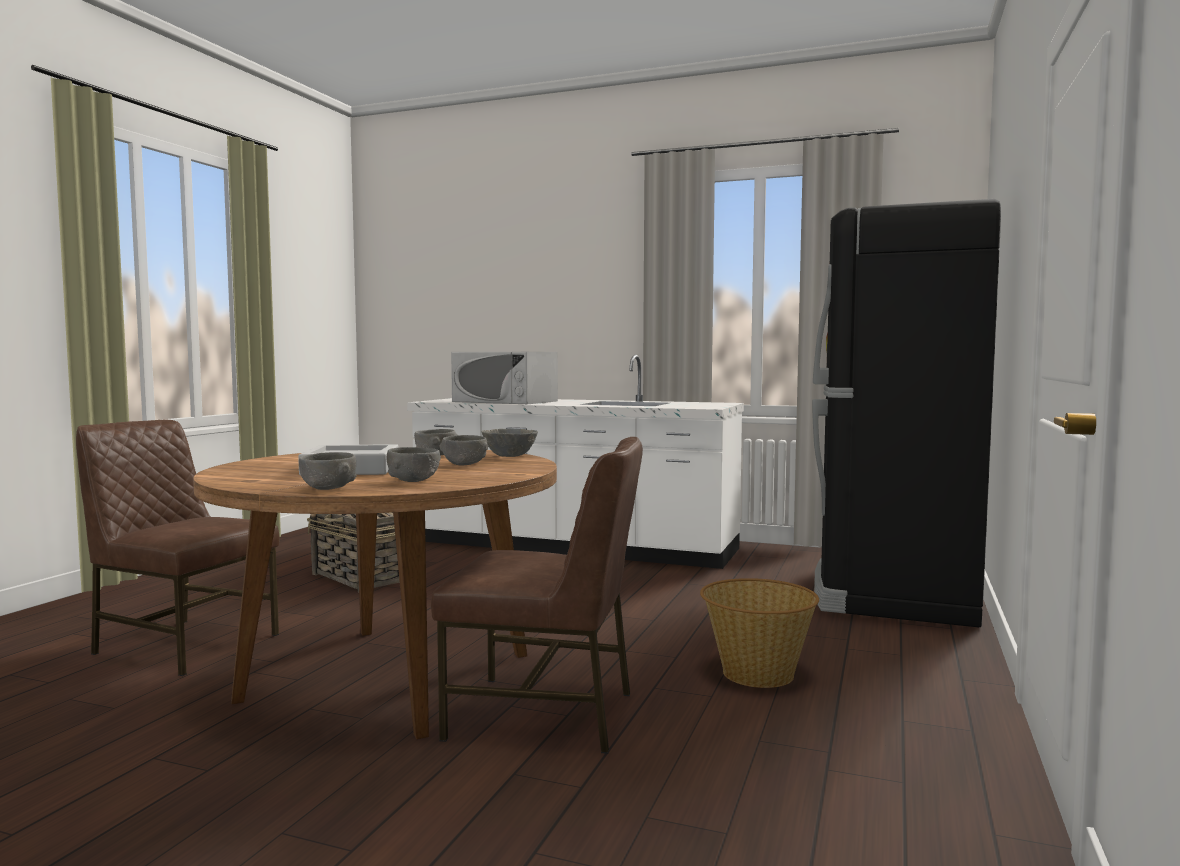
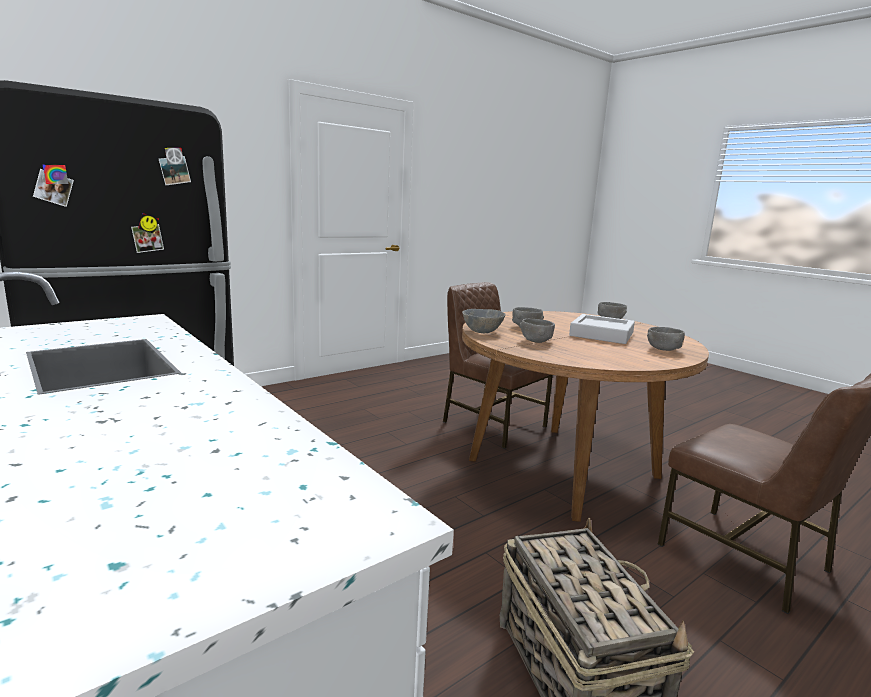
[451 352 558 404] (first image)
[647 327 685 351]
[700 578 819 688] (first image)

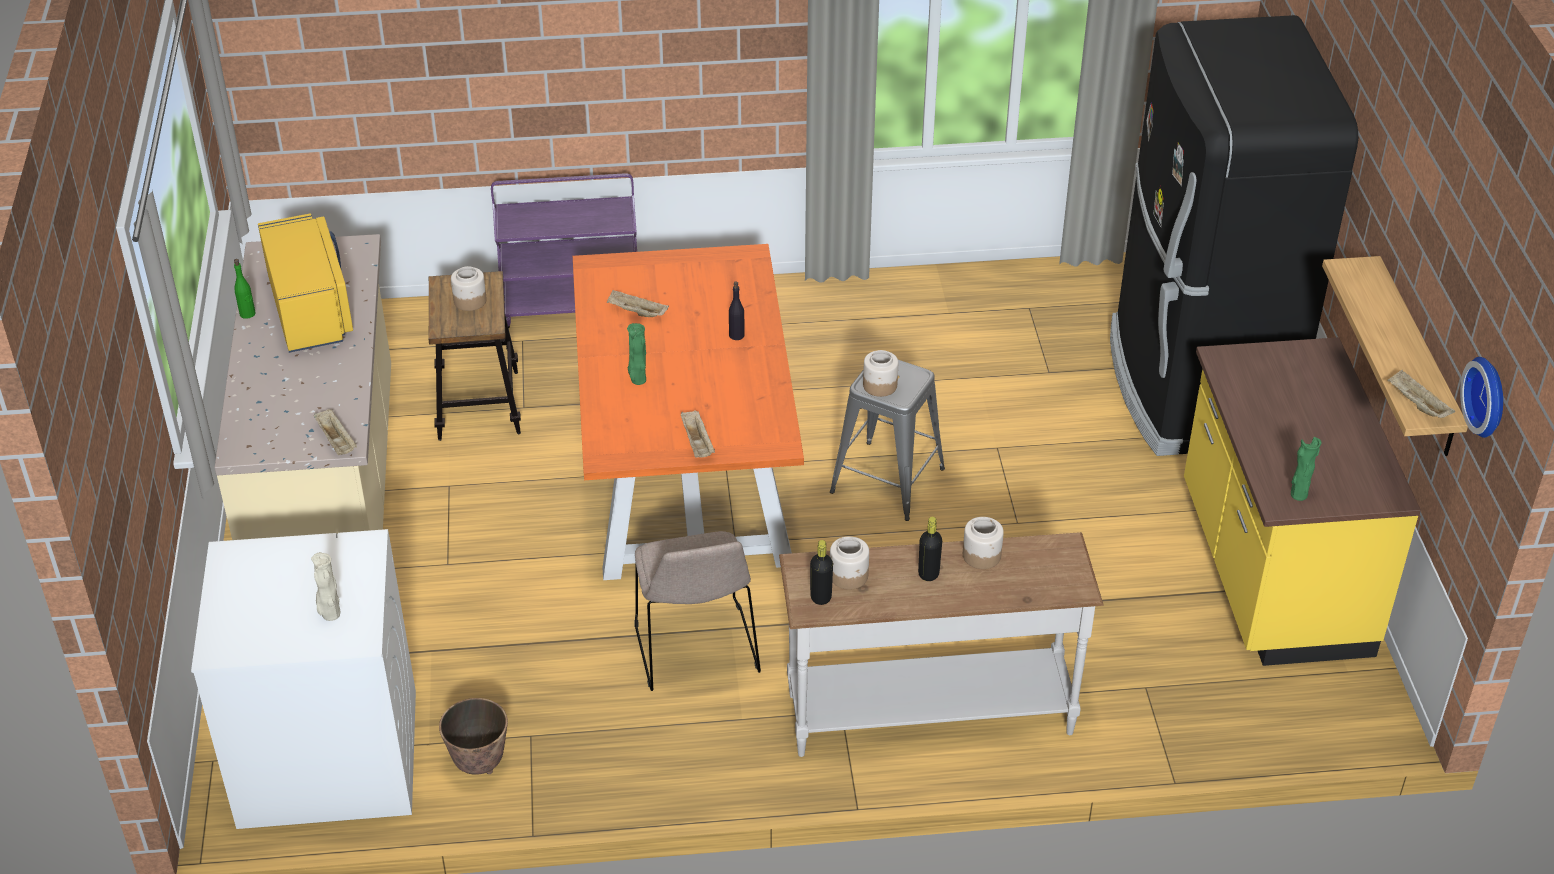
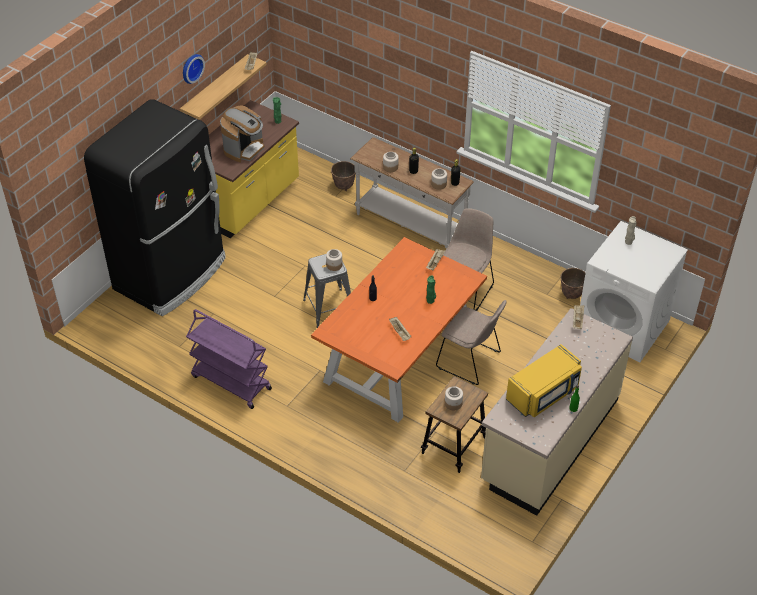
[186 309 272 409]
[506 344 582 417]
[183 54 205 84]
[220 105 265 163]
[331 161 356 191]
[436 300 507 385]

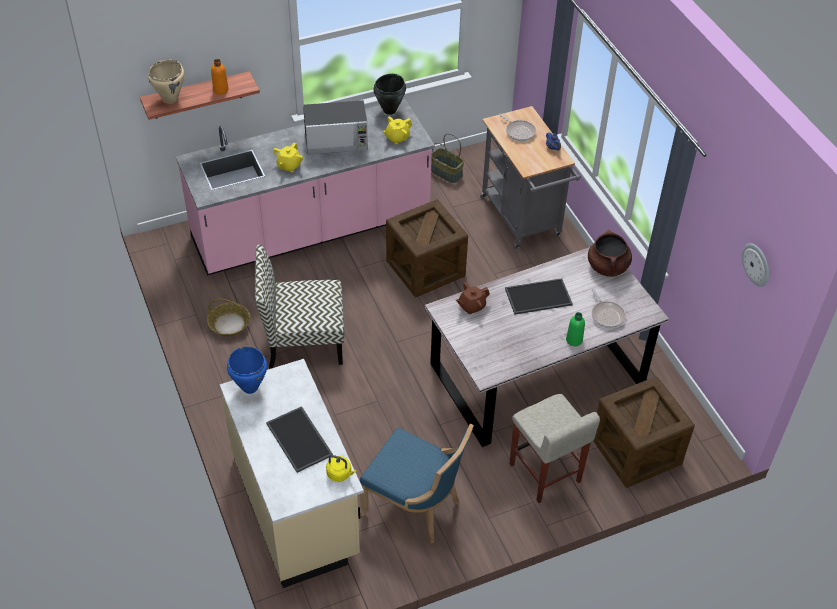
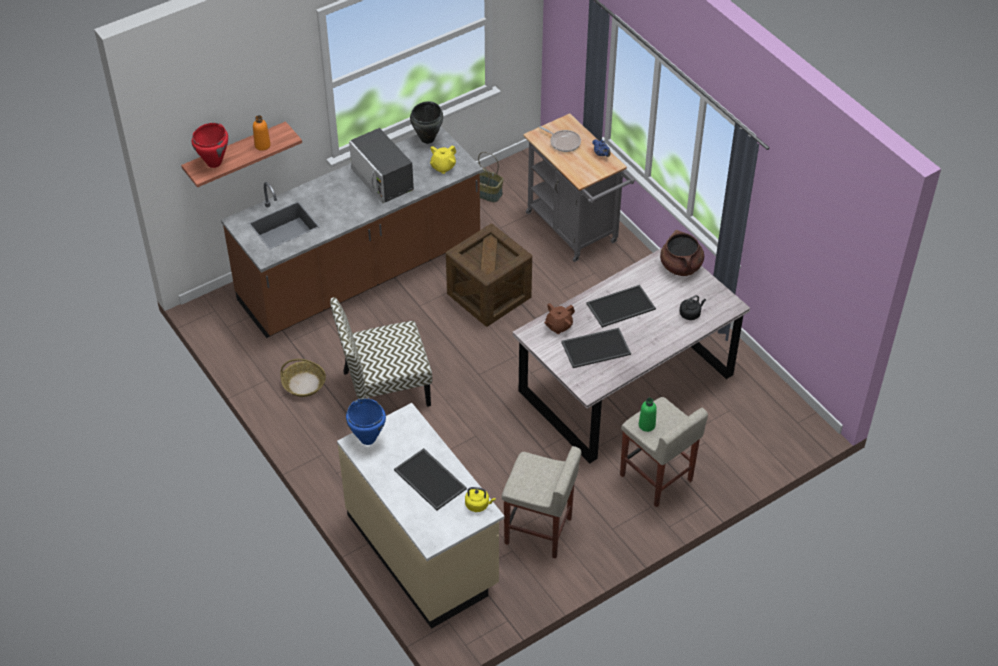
[192 123 228 168]
[221 126 483 338]
[349 128 414 203]
[273 143 303 172] (first image)
[742 243 769 287] (first image)
[679 295 706 320]
[639 398 657 432]
[593 377 695 488] (first image)
[502 446 581 558]
[561 328 631 368]

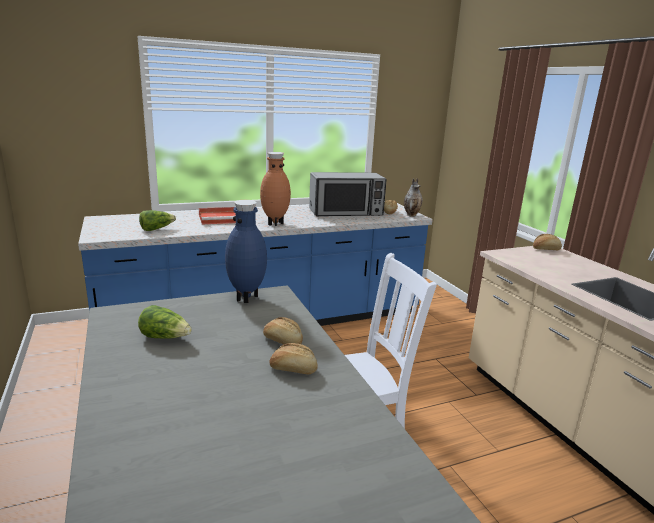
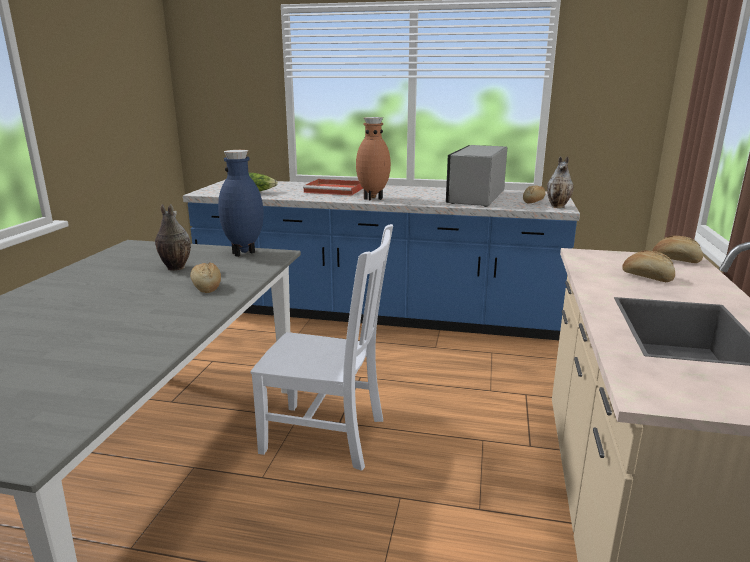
[446 145 507 207]
[138 305 192 339] (first image)
[622 250 675 282]
[155 204 191 271]

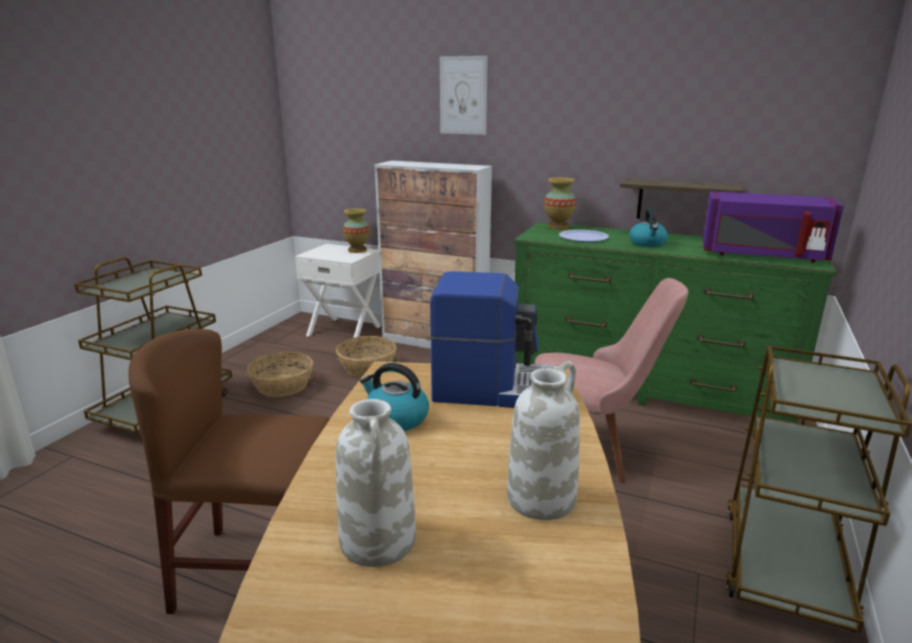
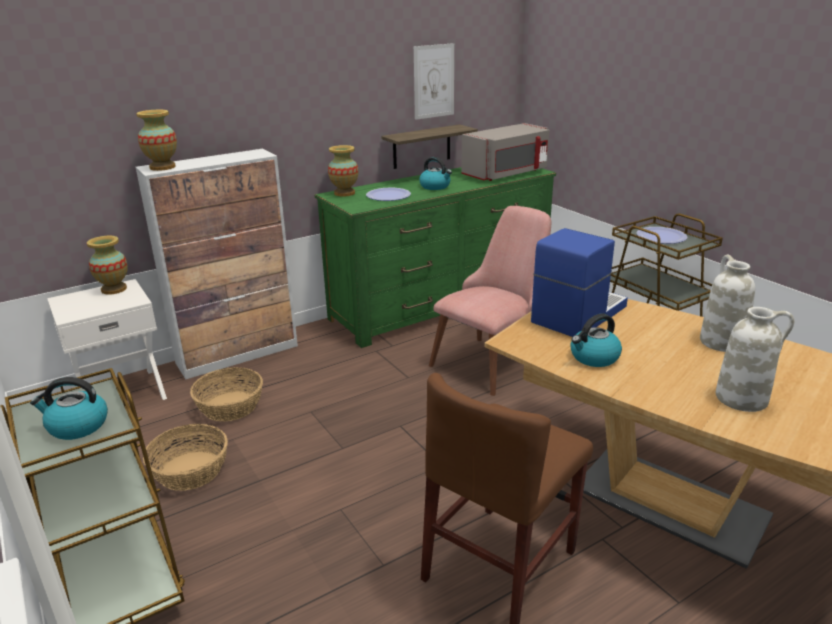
[414 43 454 120]
[461 123 549 181]
[136 110 177 171]
[636 227 687 244]
[30 377 108 440]

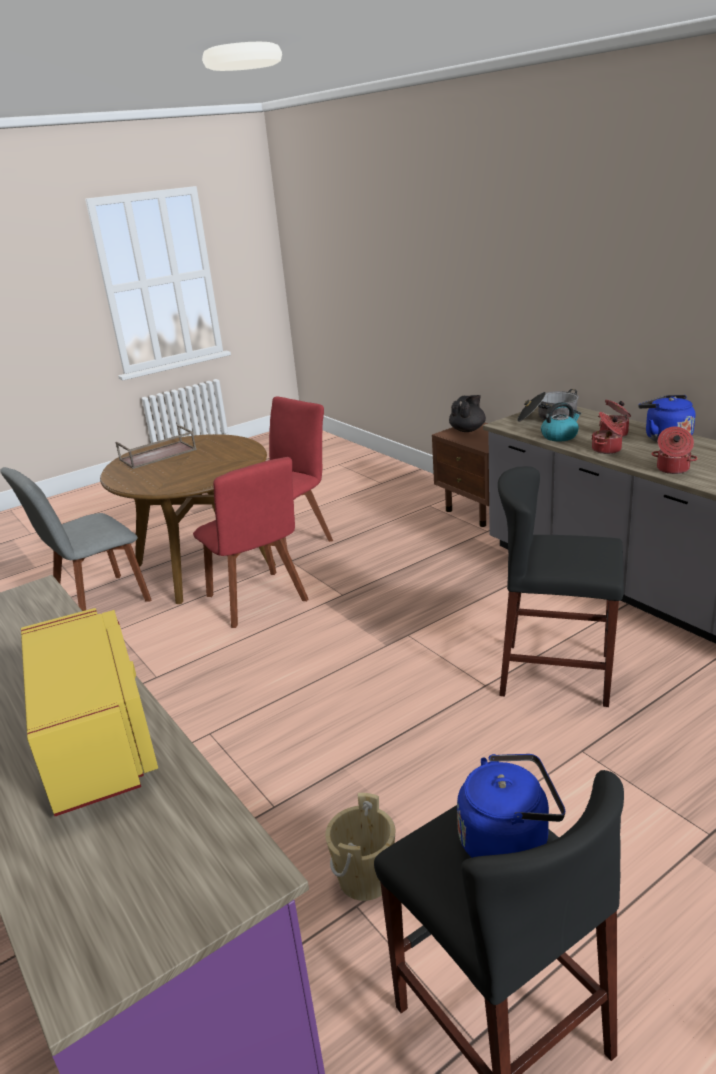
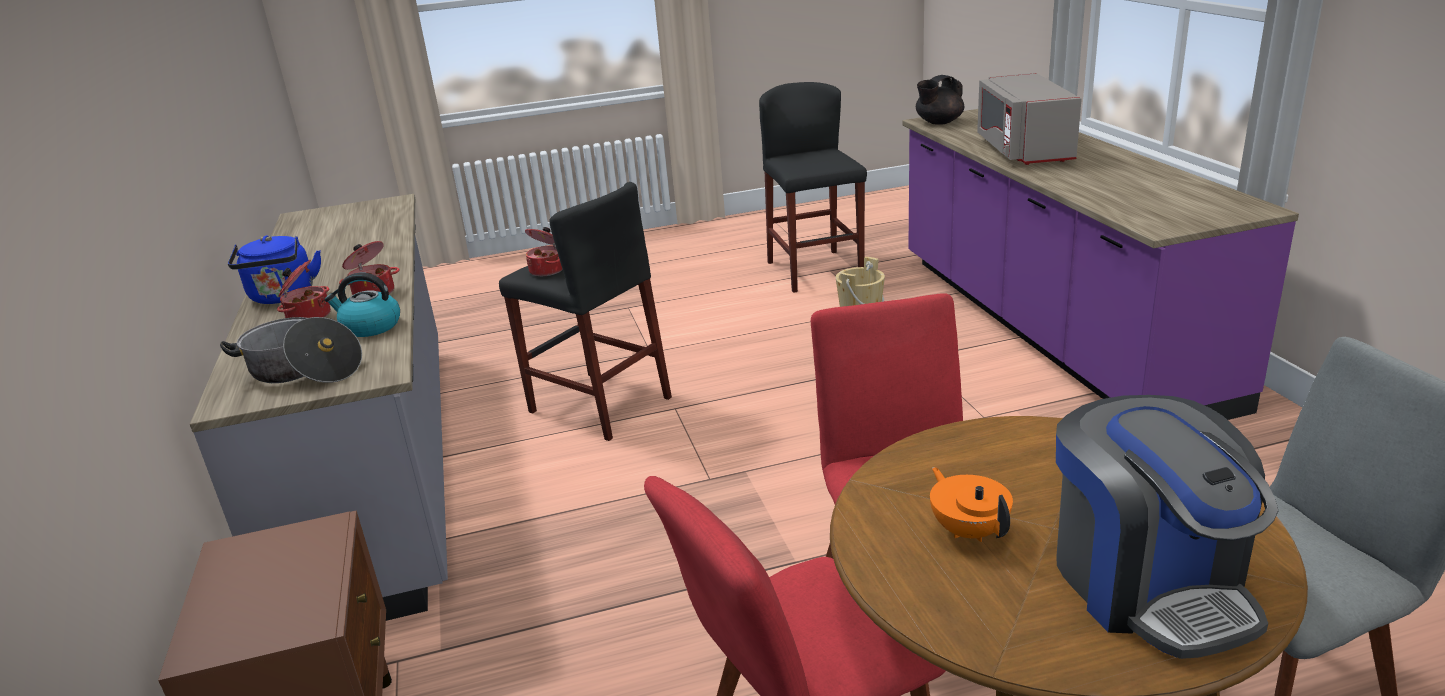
[916 75 964 125]
[1056 395 1278 659]
[525 227 563 276]
[977 73 1082 165]
[457 754 565 858] (first image)
[930 467 1013 542]

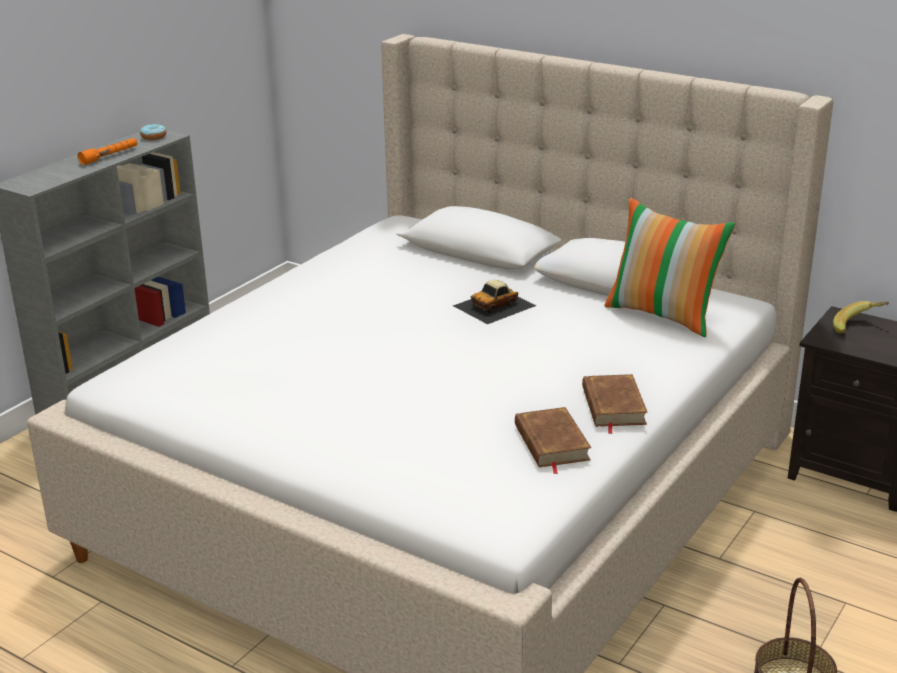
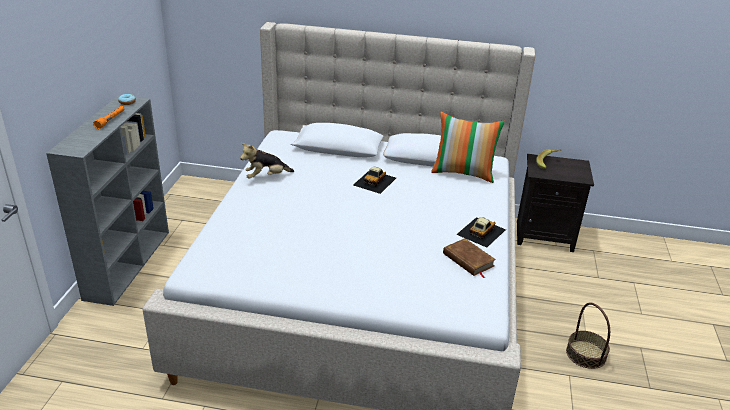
[456 217 506 248]
[240 143 294 179]

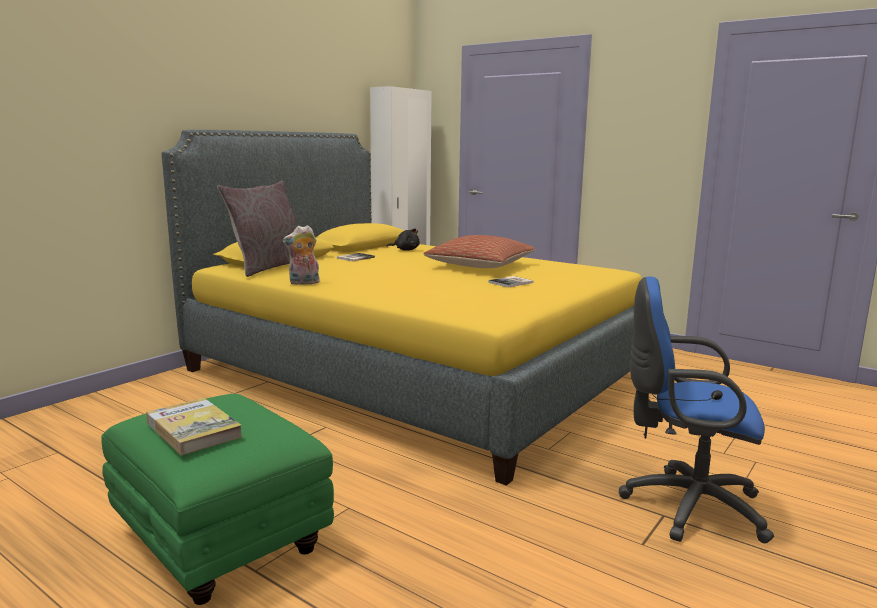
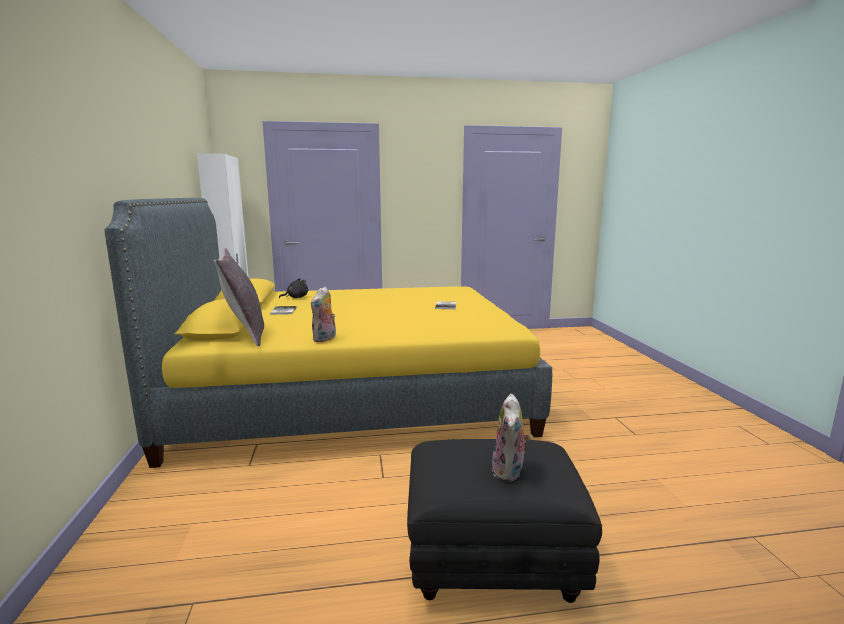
[423 235 536 268] (first image)
[619 276 774 543] (first image)
[407 439 602 603]
[492 394 531 481]

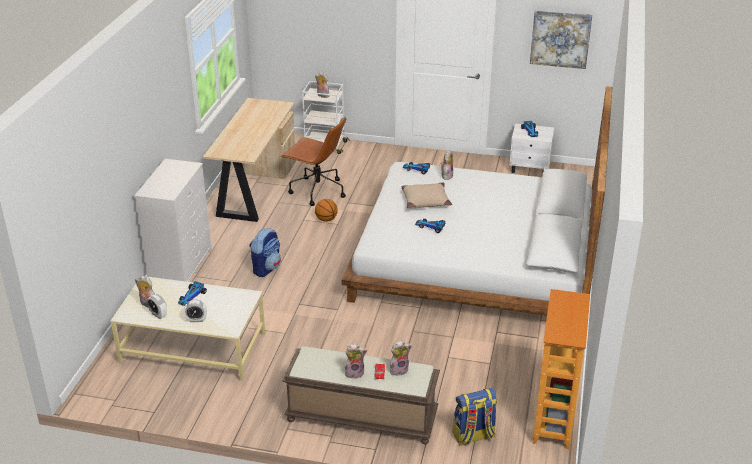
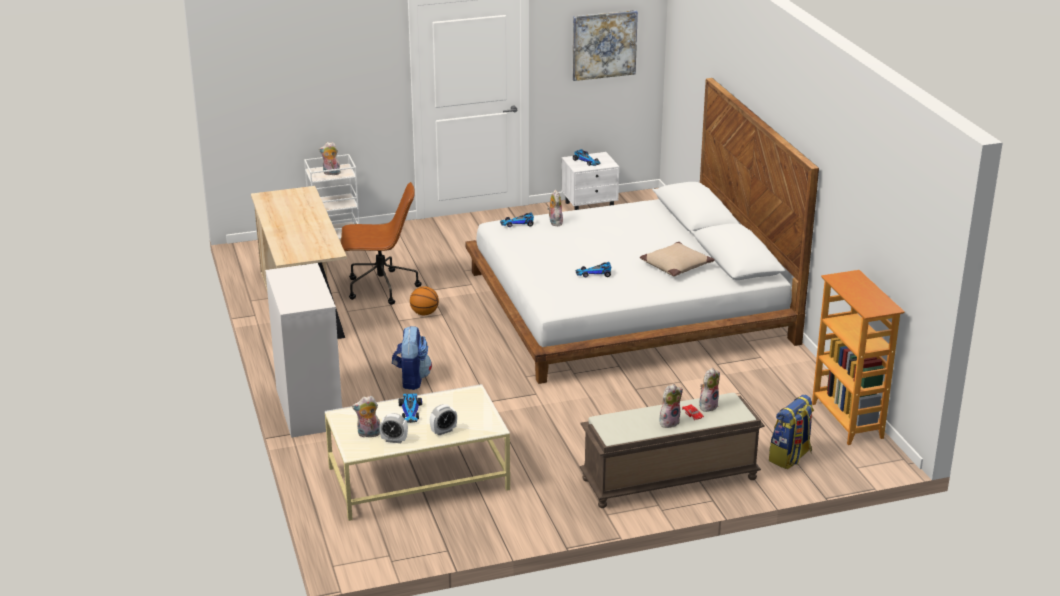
[640 242 715 277]

